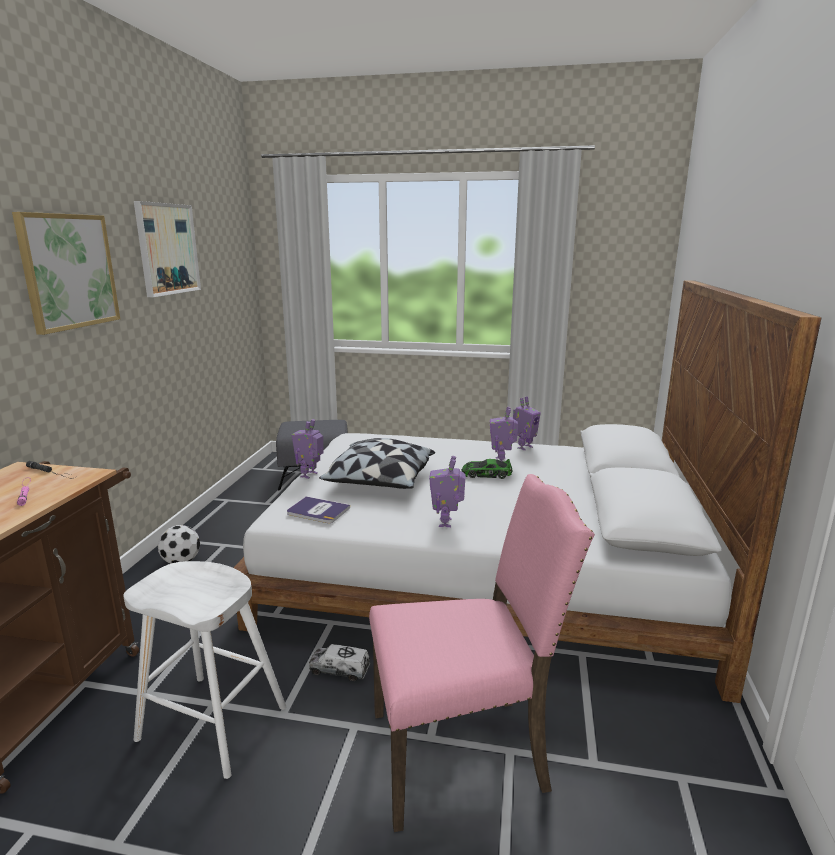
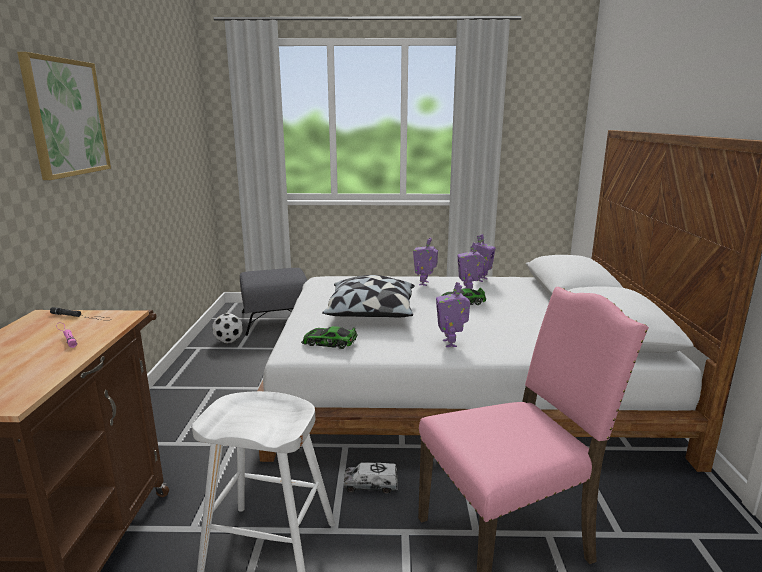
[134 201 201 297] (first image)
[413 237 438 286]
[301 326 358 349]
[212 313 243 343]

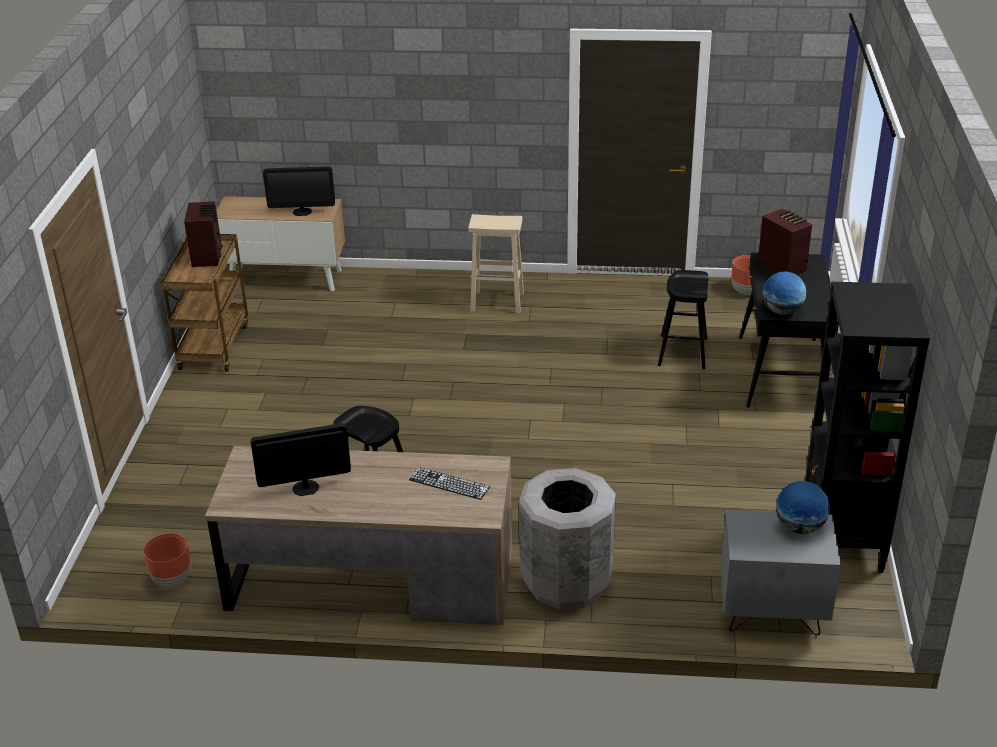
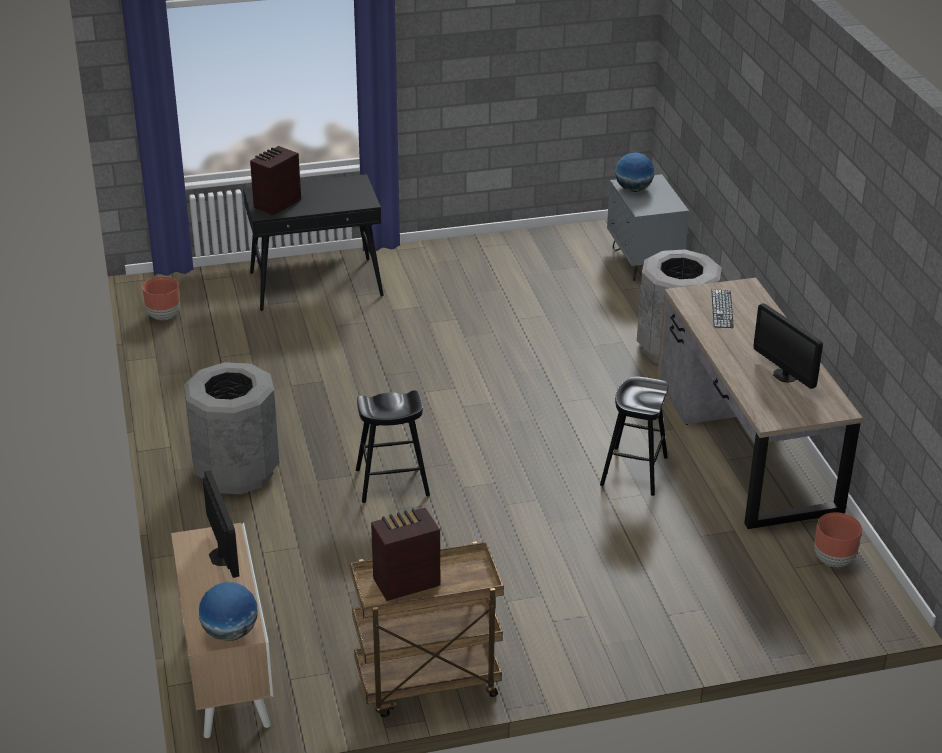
[184 362 280 494]
[356 390 430 503]
[199 582 257 641]
[805 282 930 573] (first image)

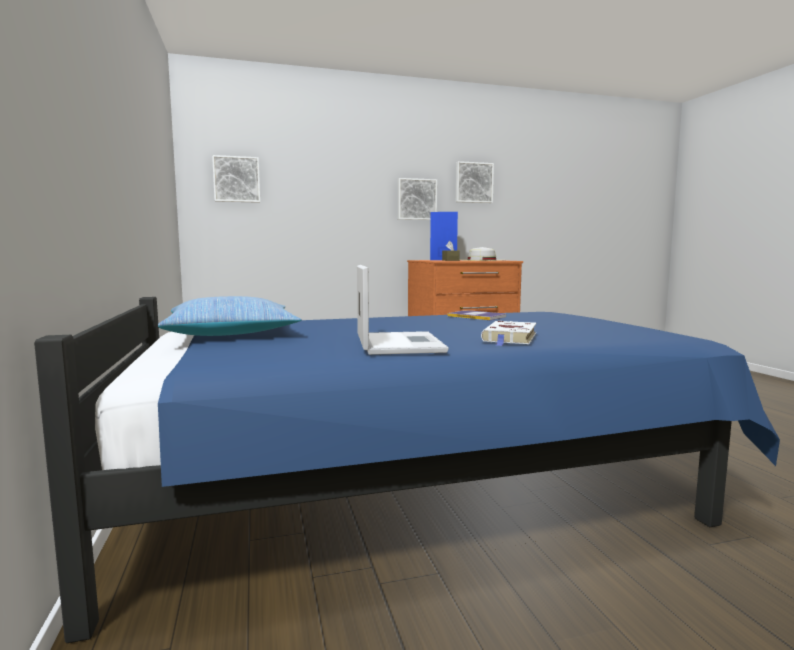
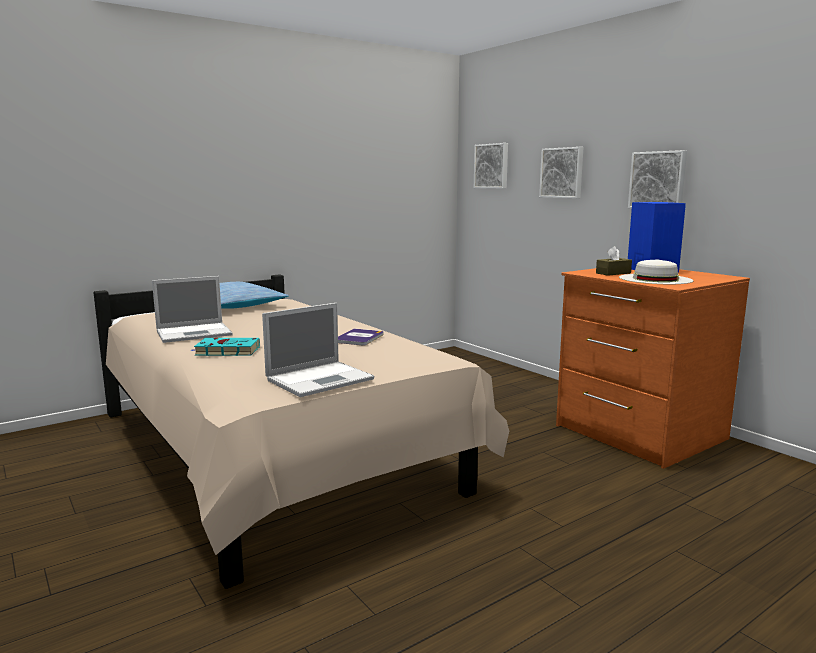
[539 147 584 198]
[93 274 509 589]
[191 338 260 356]
[262 303 374 397]

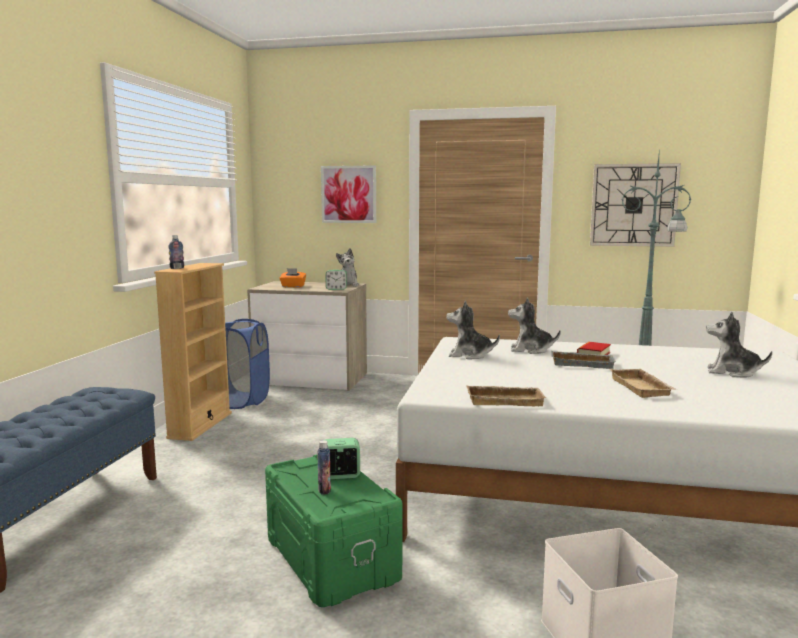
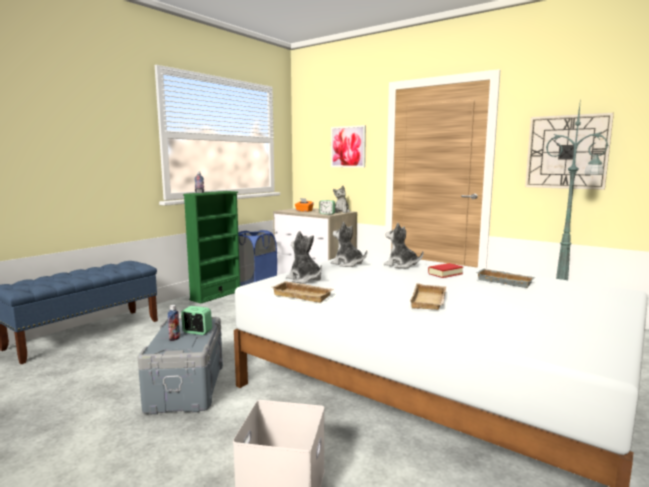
[183 191 240 304]
[286 231 322 283]
[476 269 536 288]
[138 317 223 414]

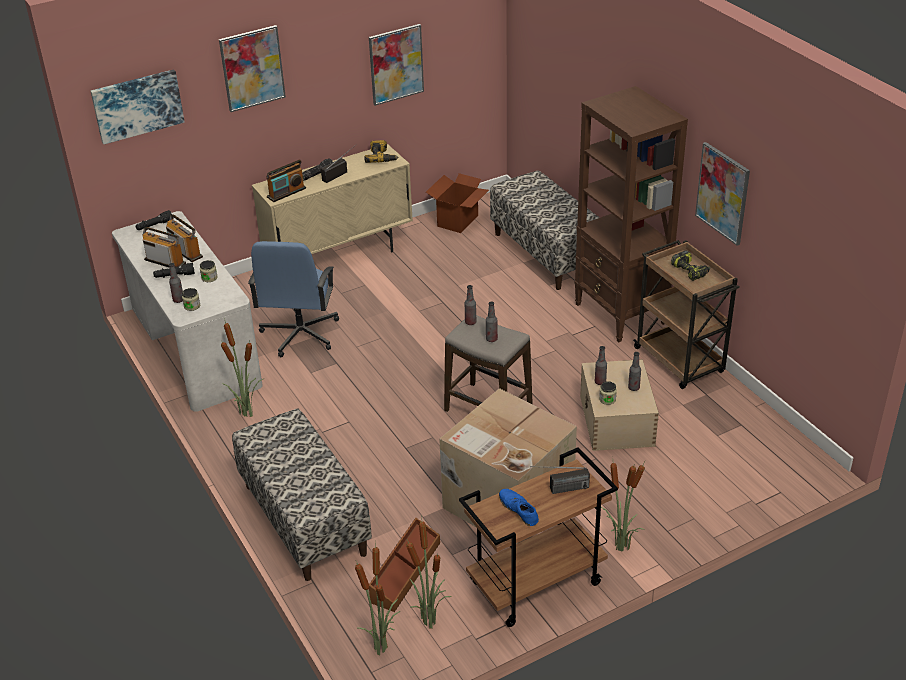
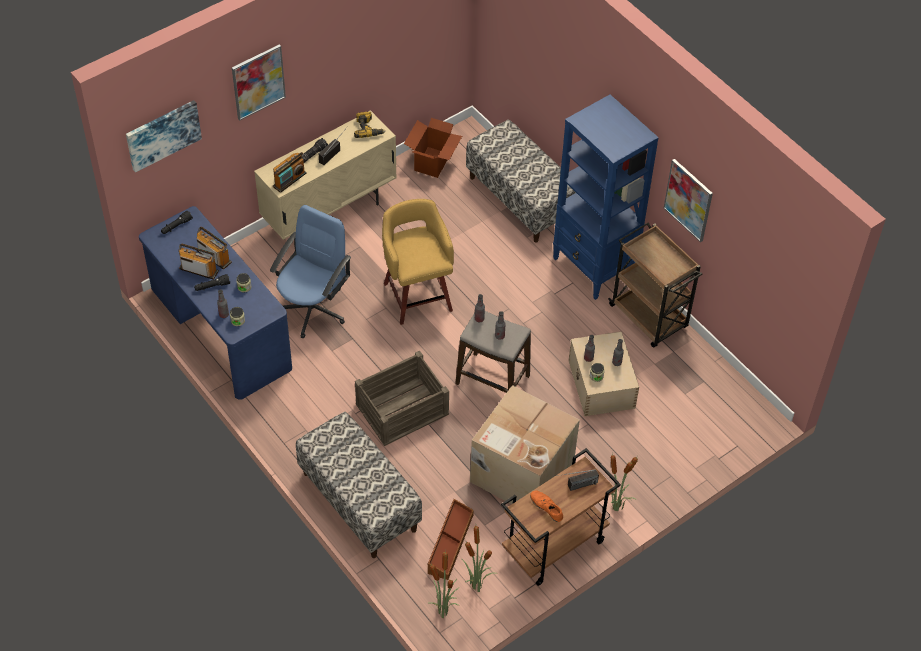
[369 24 424 106] (first image)
[553 95 659 300]
[139 206 292 400]
[270 205 351 338]
[671 250 710 281] (first image)
[221 318 263 417] (first image)
[530 491 563 522]
[382 199 454 325]
[355 351 449 446]

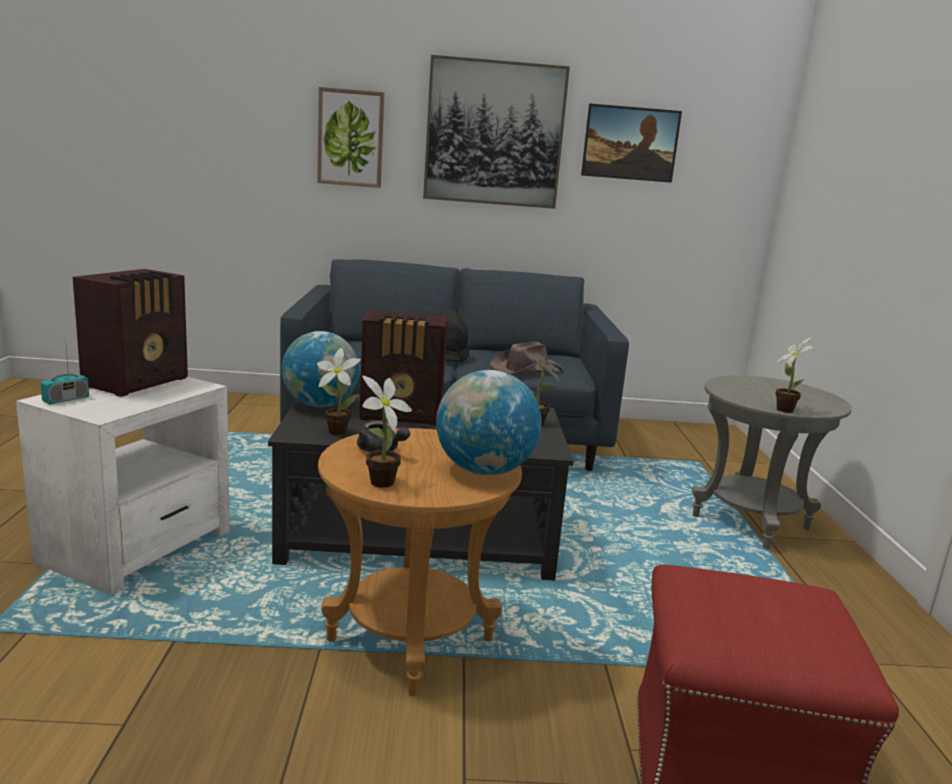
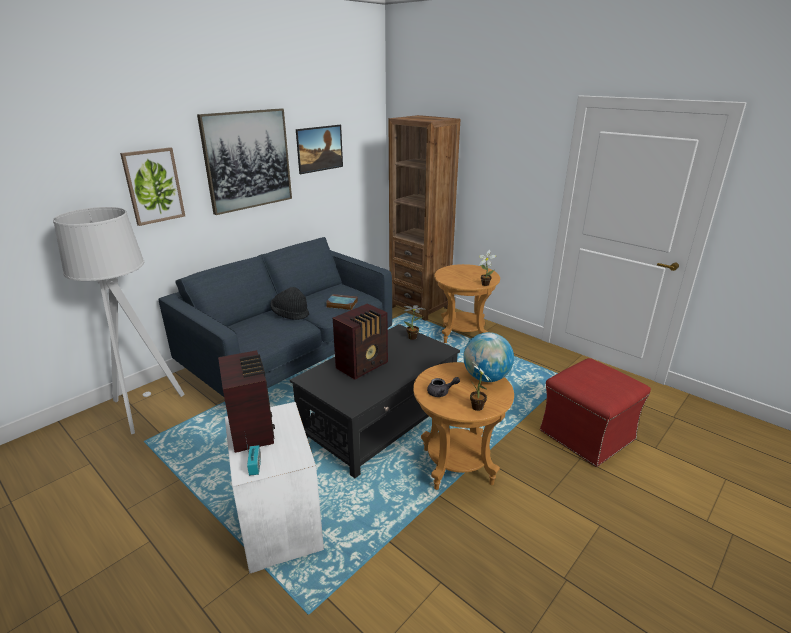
[281 331 359 407] (first image)
[326 294 358 310]
[317 348 361 435] (first image)
[434 264 500 343]
[389 115 460 321]
[53 207 184 434]

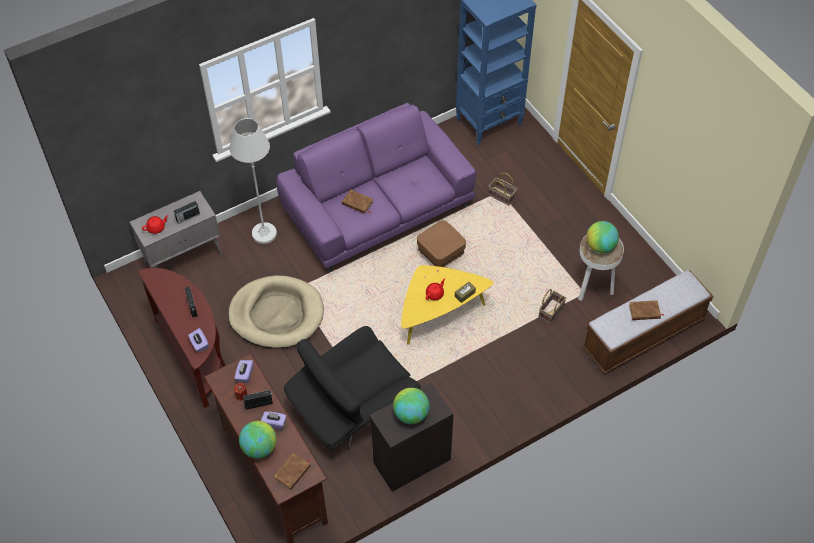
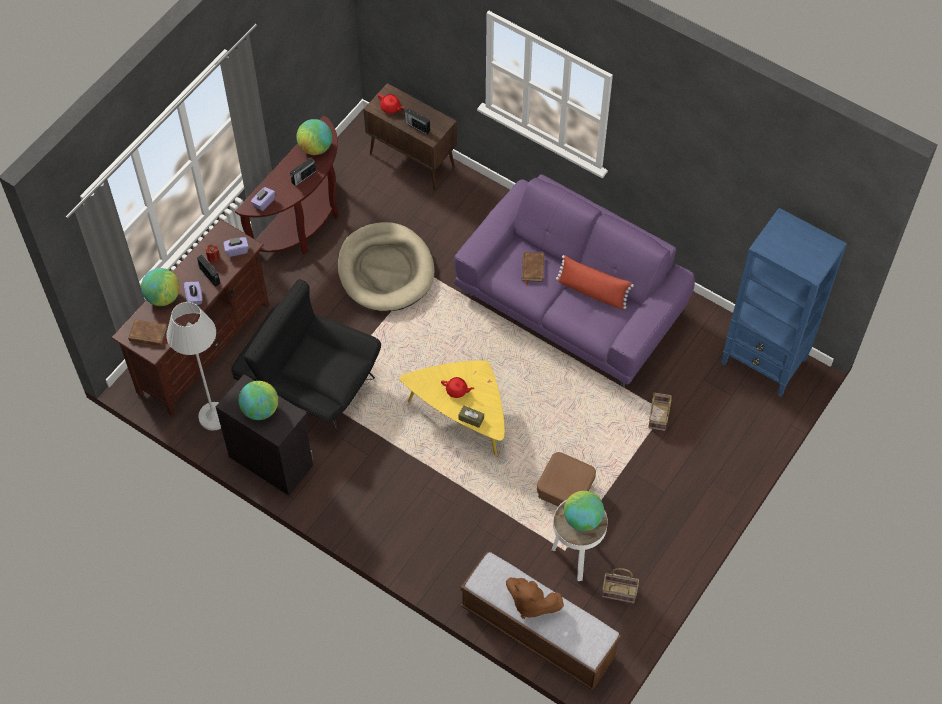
[166 302 221 431]
[363 83 457 190]
[537 452 596 506]
[602 568 639 603]
[506 578 564 619]
[296 119 332 155]
[556 255 634 309]

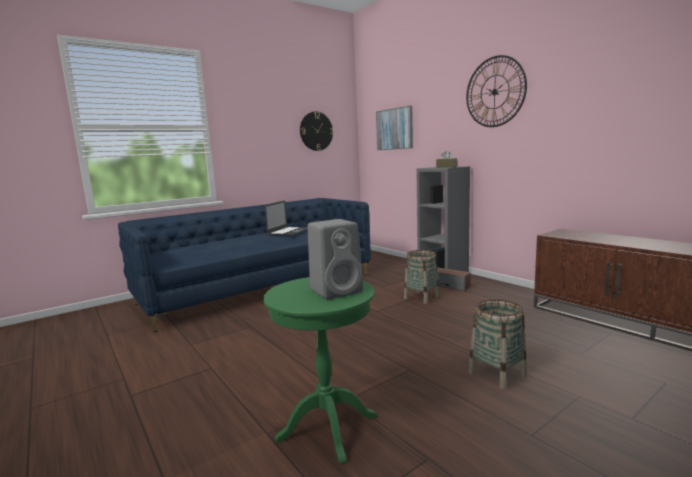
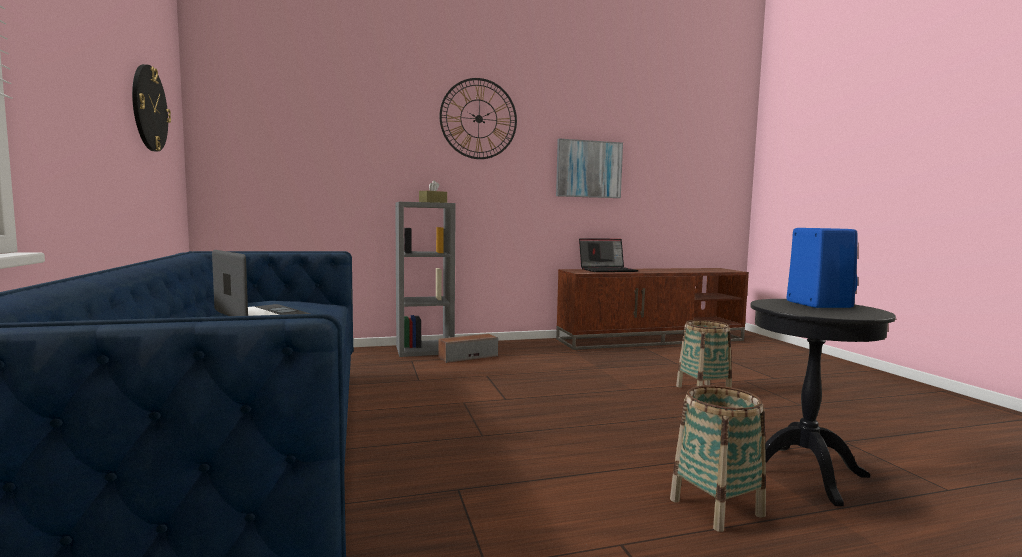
[556 138 623 198]
[787 228 858 308]
[670 385 766 532]
[750 299 896 506]
[579 238 638 272]

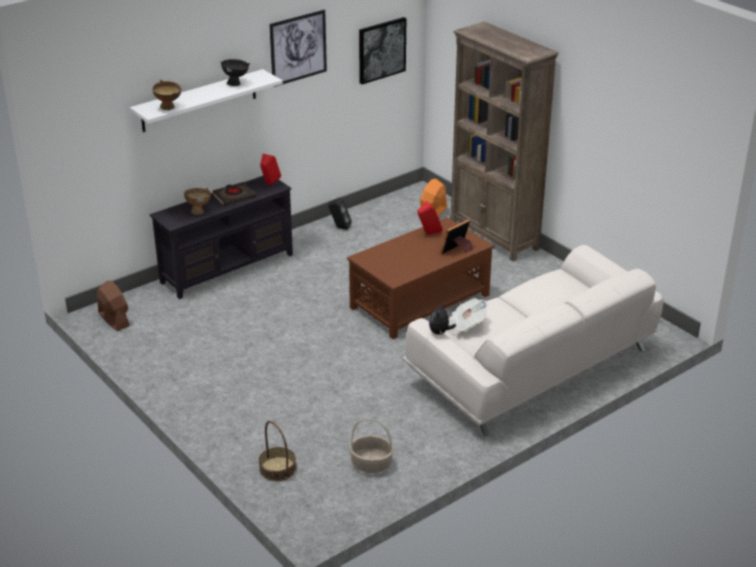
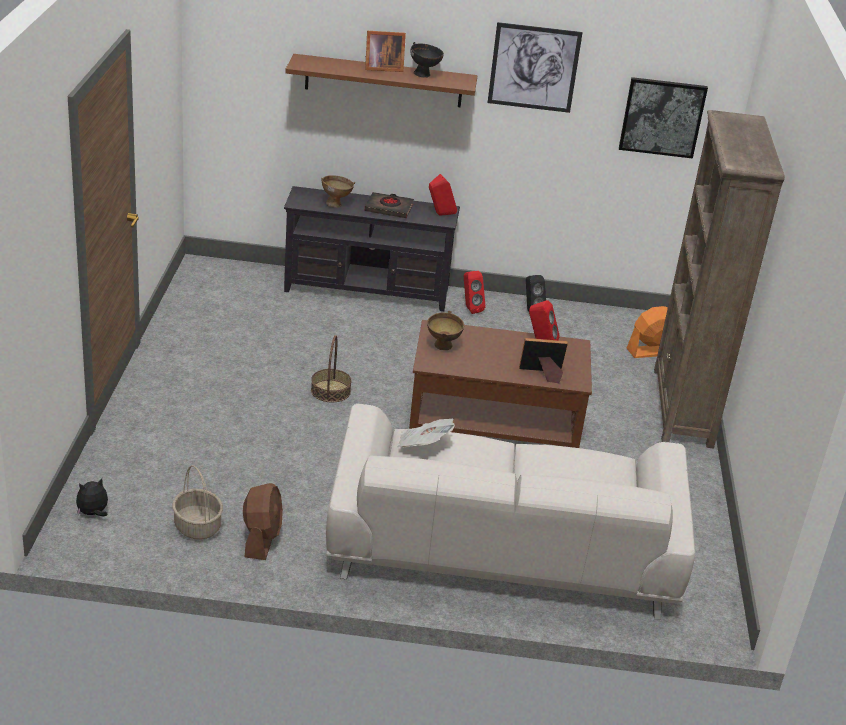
[285 54 478 108]
[427 311 464 350]
[243 483 283 560]
[76 478 108 516]
[311 335 352 403]
[365 31 406 72]
[464 271 485 314]

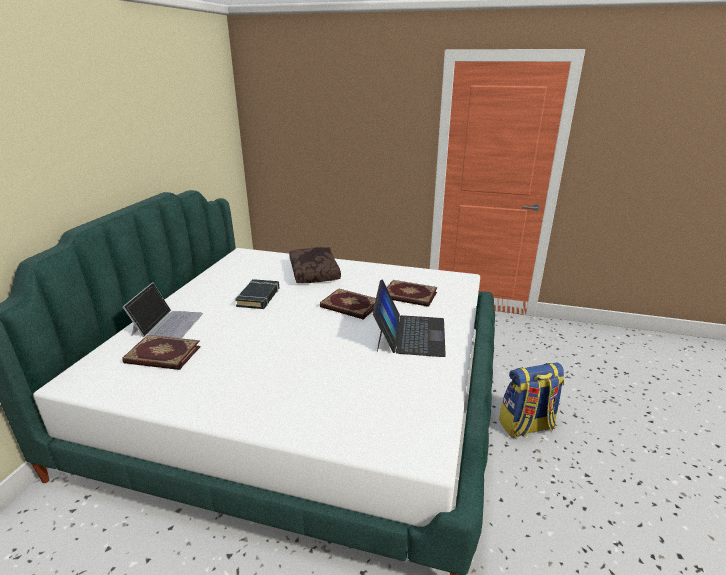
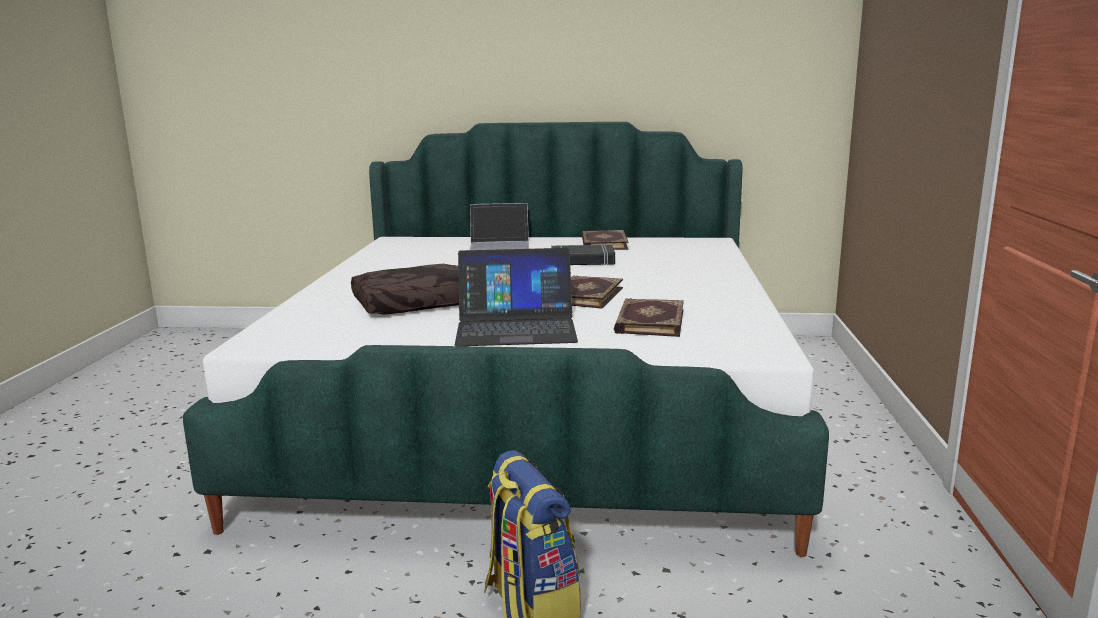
[351 264 459 315]
[582 230 629 250]

